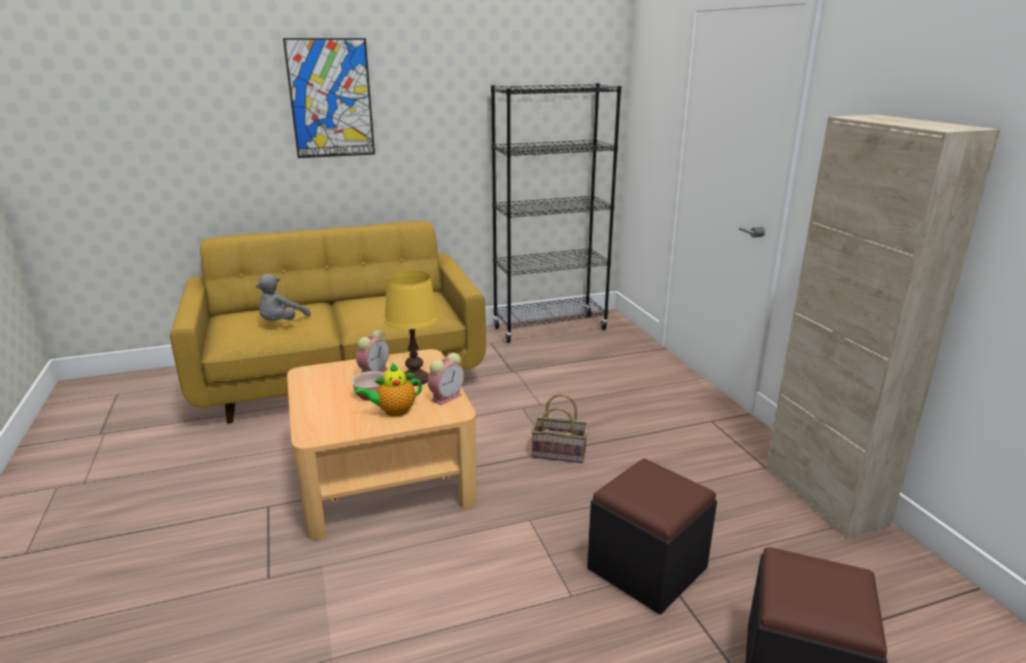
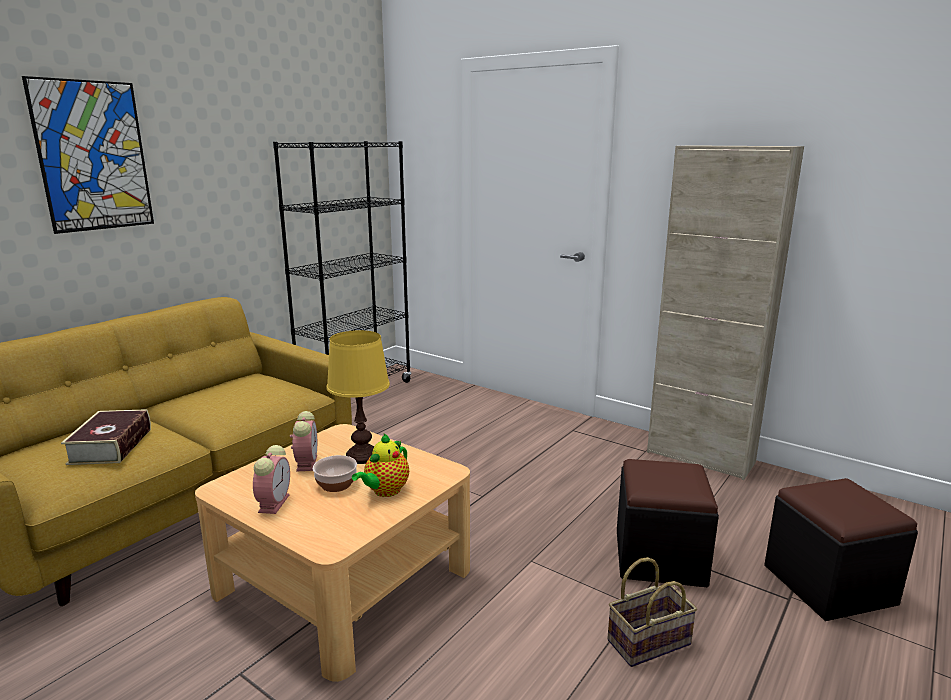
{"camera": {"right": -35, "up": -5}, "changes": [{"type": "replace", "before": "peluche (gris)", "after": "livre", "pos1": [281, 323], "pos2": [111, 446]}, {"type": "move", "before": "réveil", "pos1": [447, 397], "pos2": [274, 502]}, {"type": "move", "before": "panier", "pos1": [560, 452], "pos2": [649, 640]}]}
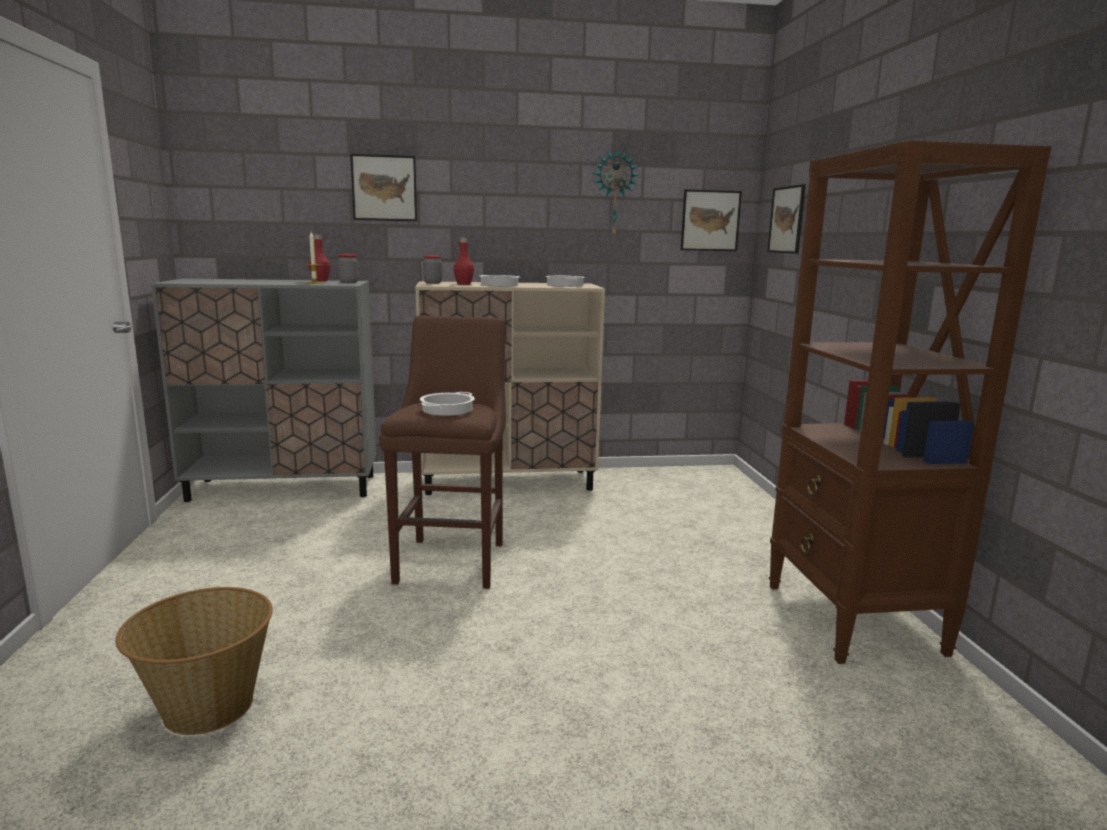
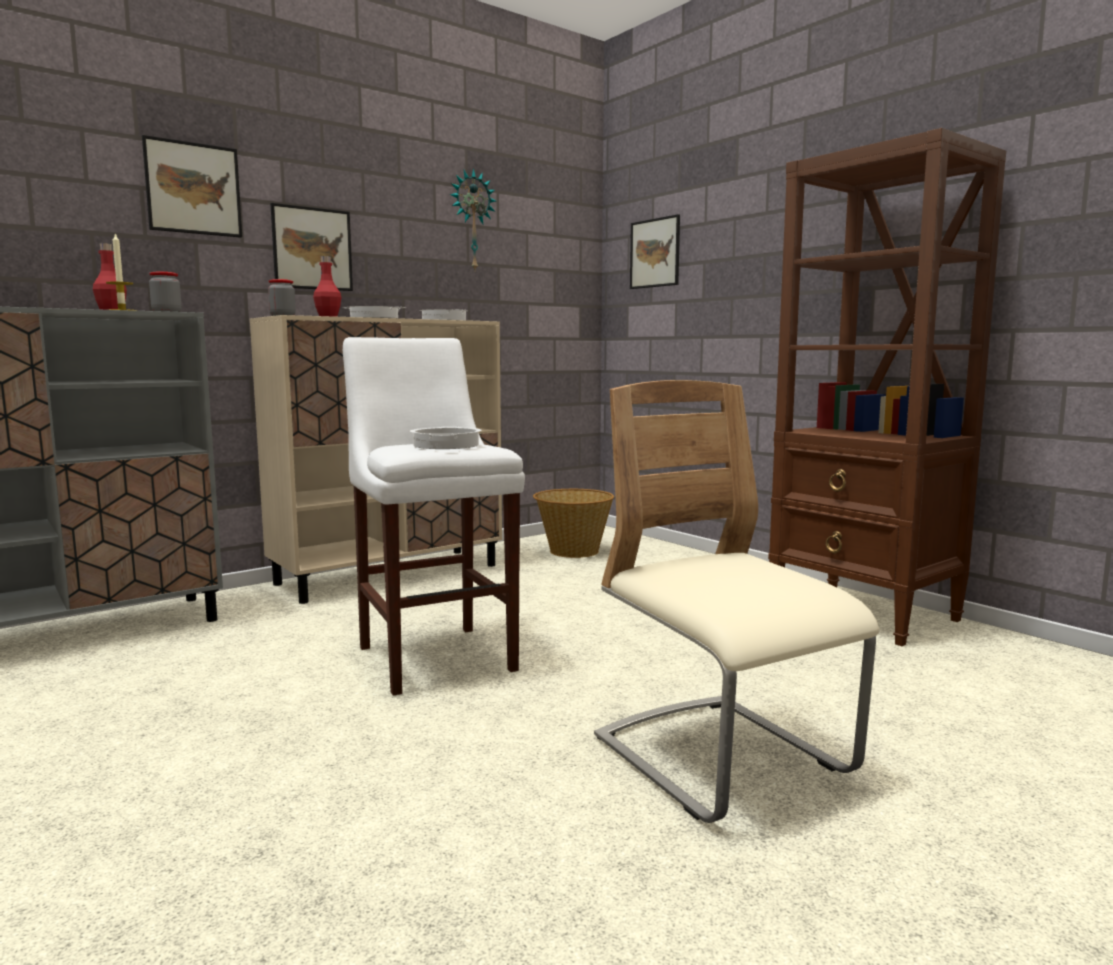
{"camera": {"right": -30, "up": -5}, "changes": [{"type": "move", "before": "panier", "pos1": [207, 706], "pos2": [573, 551]}, {"type": "recolor", "before": "tabouret (marron)", "after": "tabouret (blanc)", "pos1": [453, 559], "pos2": [434, 655]}, {"type": "move", "before": "tableau", "pos1": [710, 220], "pos2": [312, 248]}, {"type": "insert", "after": "chaise (beige)", "pos2": [721, 759]}]}
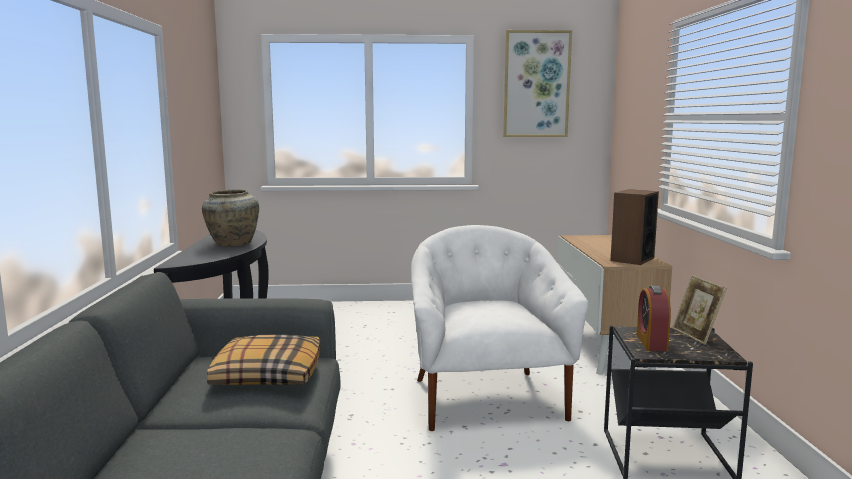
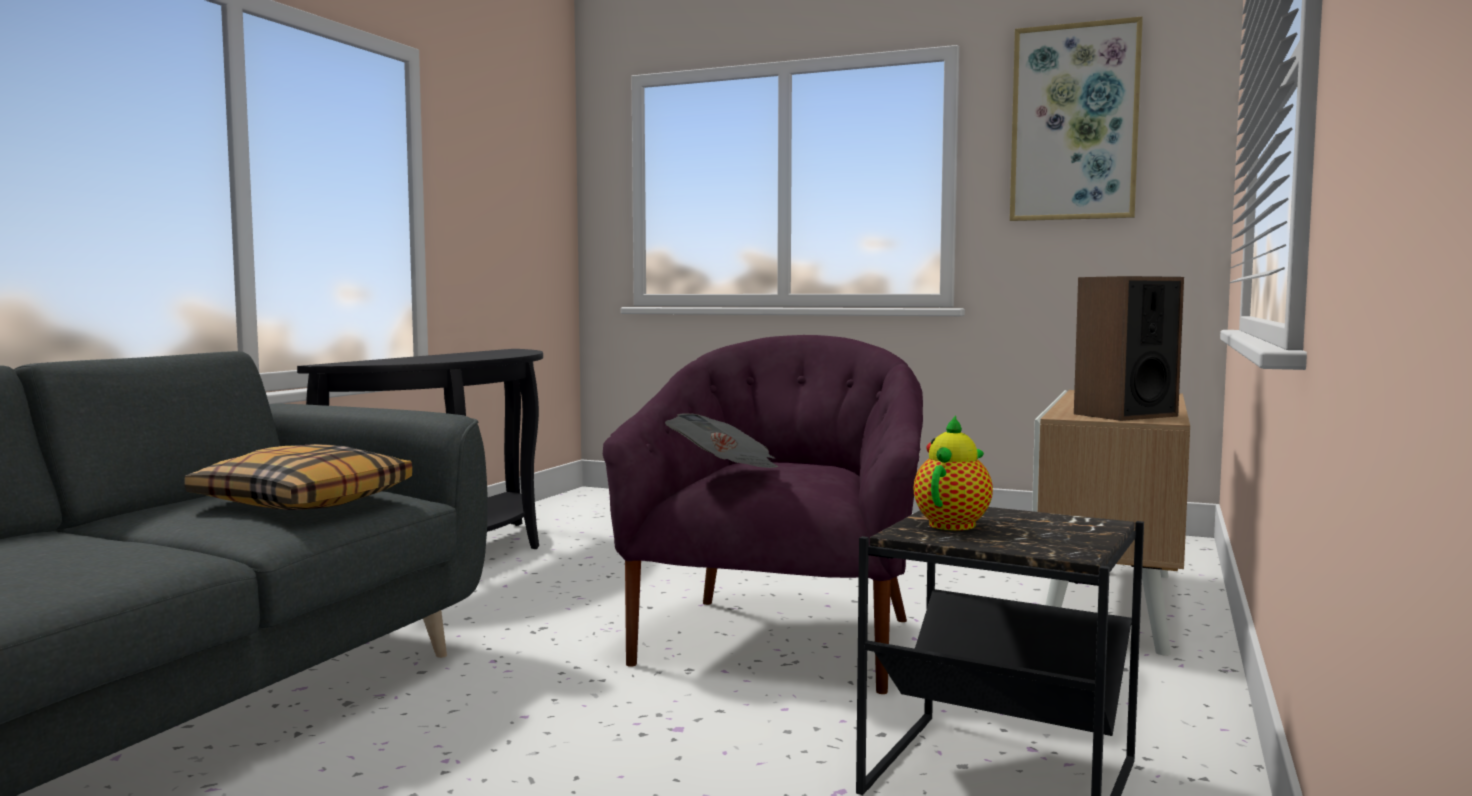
{"camera": {"right": 25, "up": -5}, "changes": [{"type": "delete", "before": "vase (beige)", "pos1": [232, 243]}, {"type": "recolor", "before": "fauteuil (blanc)", "after": "fauteuil (violet)", "pos1": [486, 398], "pos2": [780, 640]}, {"type": "replace", "before": "réveil", "after": "théière", "pos1": [651, 342], "pos2": [954, 524]}, {"type": "delete", "before": "cadre photo", "pos1": [696, 336]}, {"type": "insert", "after": "journal", "pos2": [726, 474]}]}
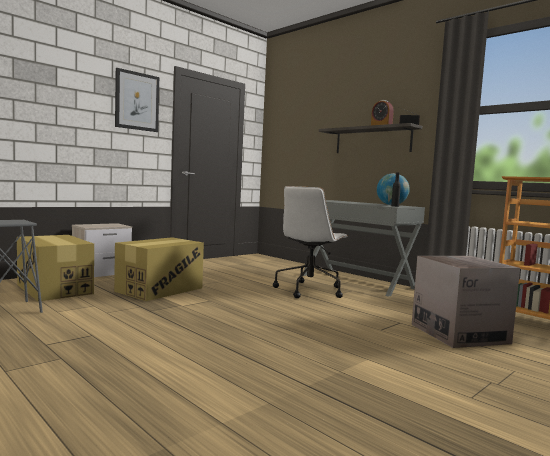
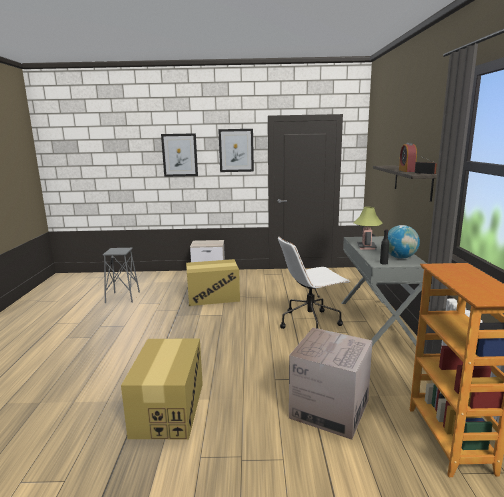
{"camera": {"right": 45, "up": 10}, "changes": [{"type": "move", "before": "carton", "pos1": [54, 289], "pos2": [168, 409]}, {"type": "insert", "after": "tableau", "pos2": [180, 155]}, {"type": "insert", "after": "lampe de table", "pos2": [366, 247]}]}
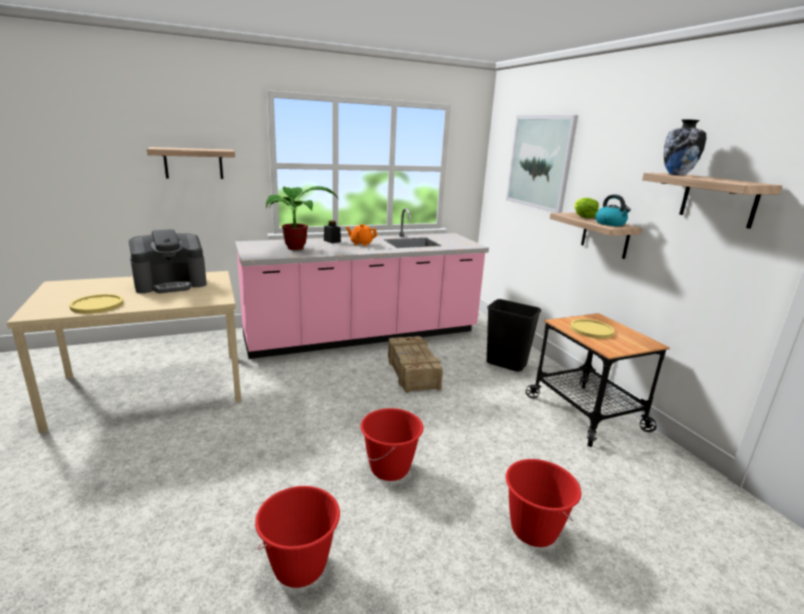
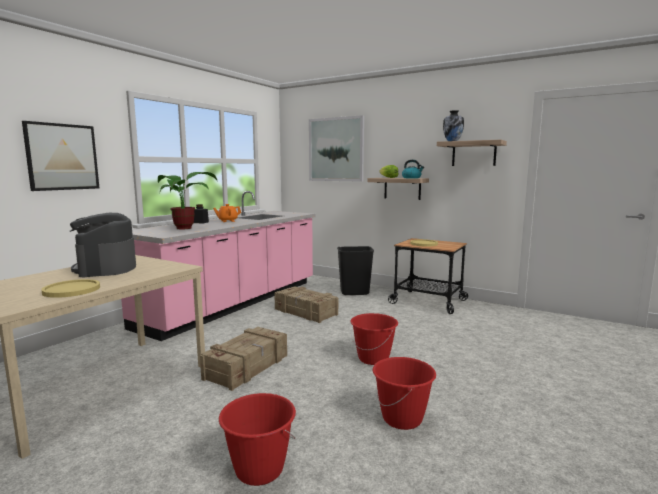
{"camera": {"right": -35, "up": -10}, "changes": [{"type": "rotate", "before": "machine à café", "pos1": [171, 284], "pos2": [106, 268], "turn": 135}, {"type": "replace", "before": "étagère", "after": "tableau", "pos1": [193, 163], "pos2": [62, 157]}, {"type": "move", "before": "seau (rouge)", "pos1": [533, 530], "pos2": [259, 469]}, {"type": "insert", "after": "caisse", "pos2": [247, 367]}]}
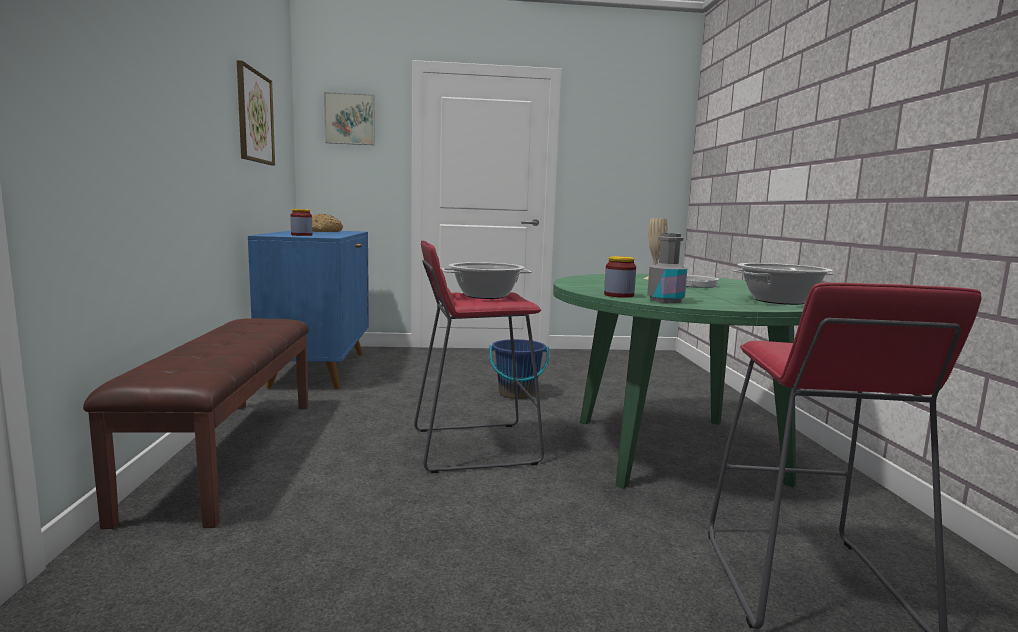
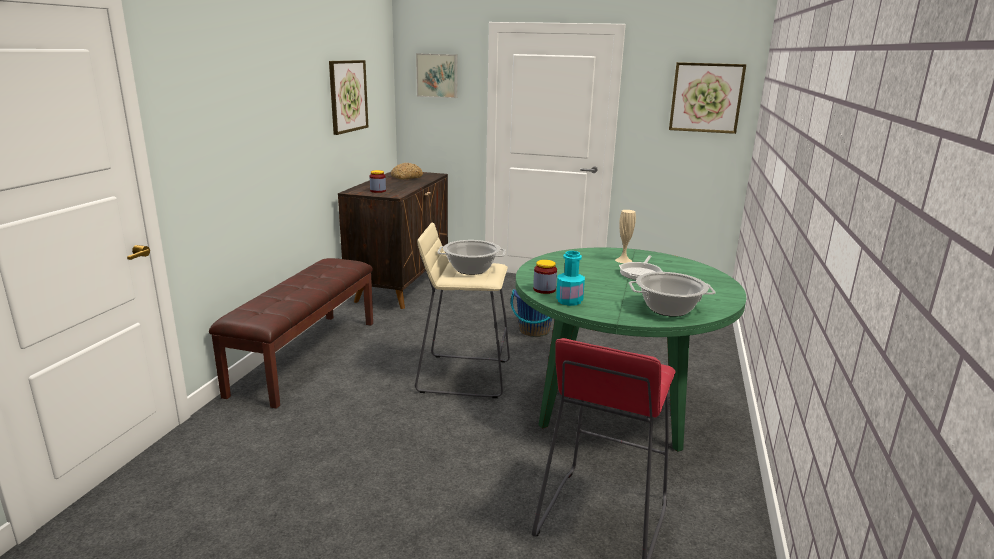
{"camera": {"right": 20, "up": 10}, "changes": [{"type": "recolor", "before": "meuble de rangement (bleu)", "after": "meuble de rangement (marron)", "pos1": [319, 368], "pos2": [400, 286]}, {"type": "recolor", "before": "tabouret (rouge)", "after": "tabouret (beige)", "pos1": [473, 446], "pos2": [463, 375]}, {"type": "recolor", "before": "bouteille (gris)", "after": "bouteille (turquoise)", "pos1": [665, 300], "pos2": [569, 301]}, {"type": "insert", "after": "tableau", "pos2": [706, 97]}]}
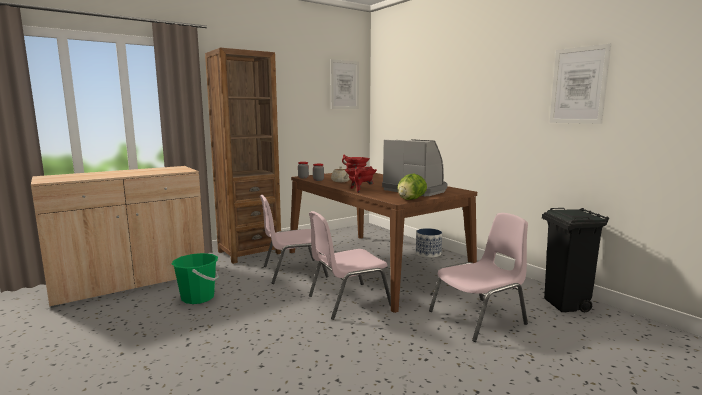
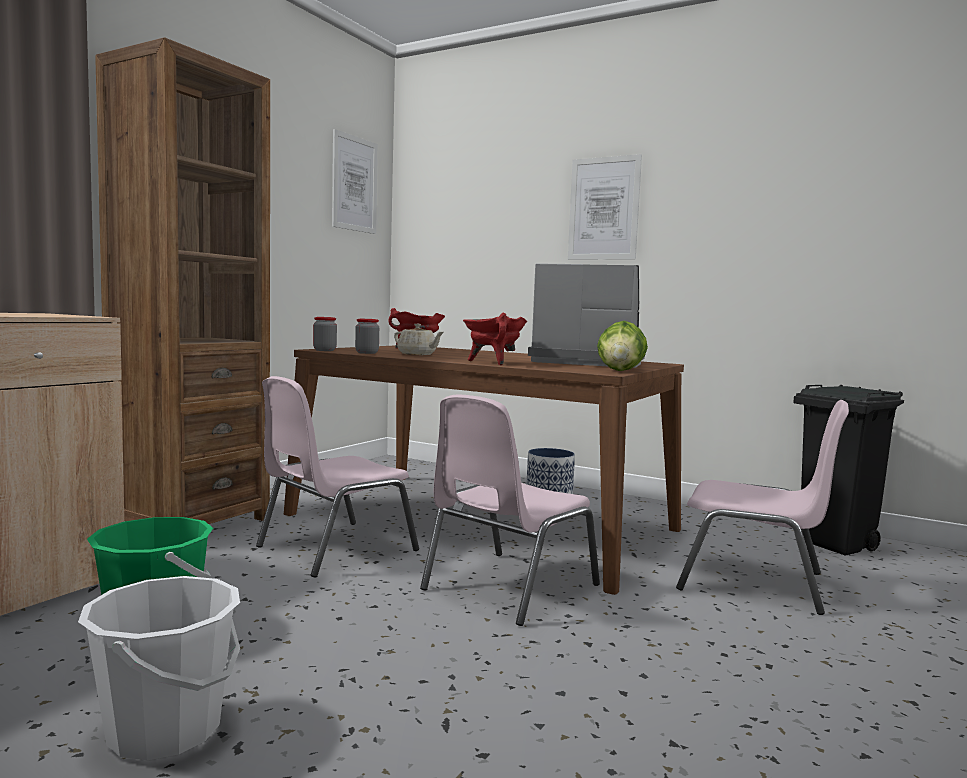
{"camera": {"right": -25, "up": -5}, "changes": [{"type": "rotate", "before": "chaise (rose)", "pos1": [479, 318], "pos2": [754, 582], "turn": 75}, {"type": "move", "before": "tableau", "pos1": [578, 85], "pos2": [604, 208]}, {"type": "insert", "after": "seau (blanc)", "pos2": [165, 730]}]}
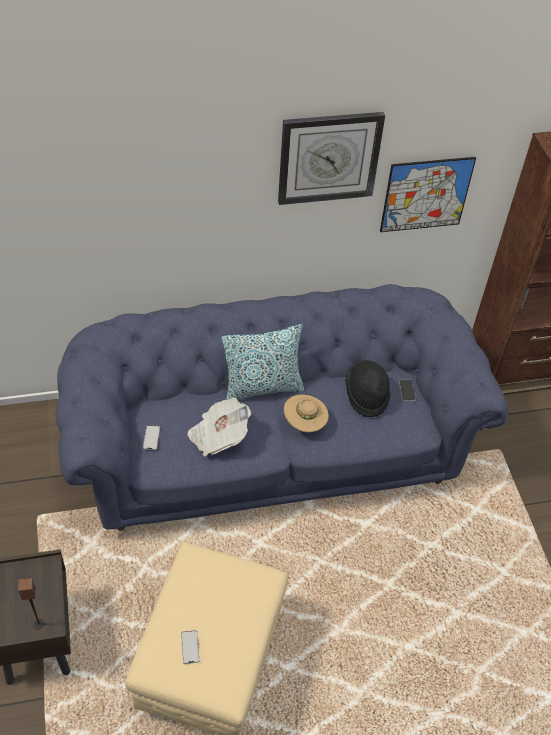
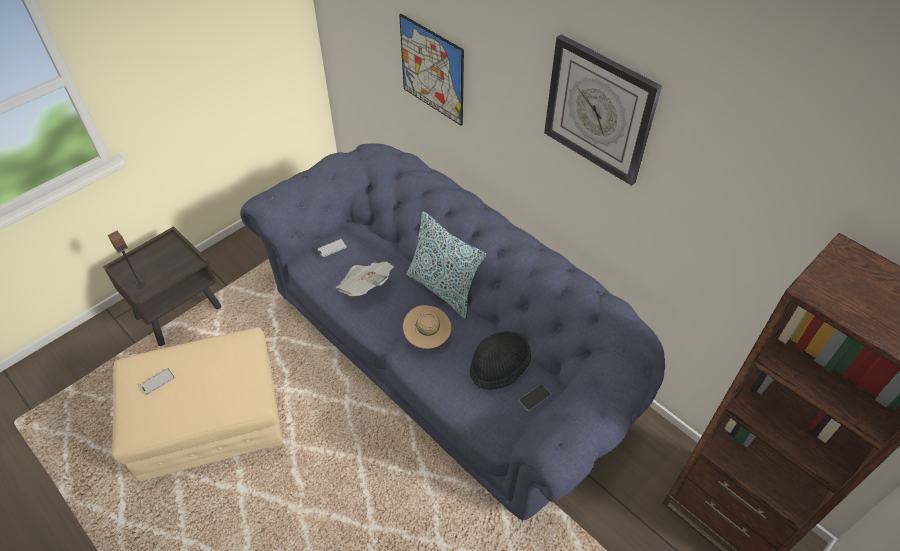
{"camera": {"right": 60, "up": 0}, "changes": [{"type": "move", "before": "tableau", "pos1": [426, 194], "pos2": [432, 70]}]}
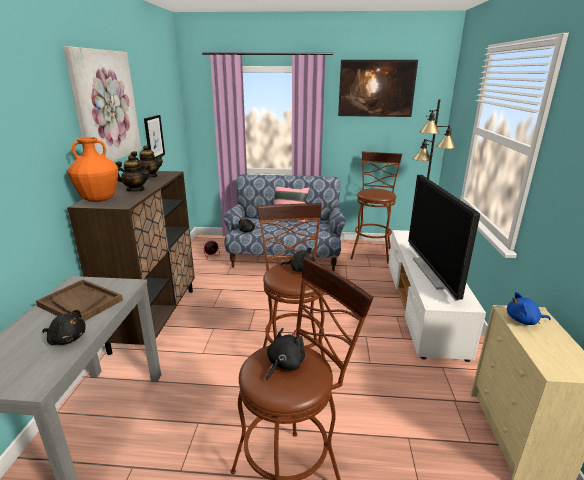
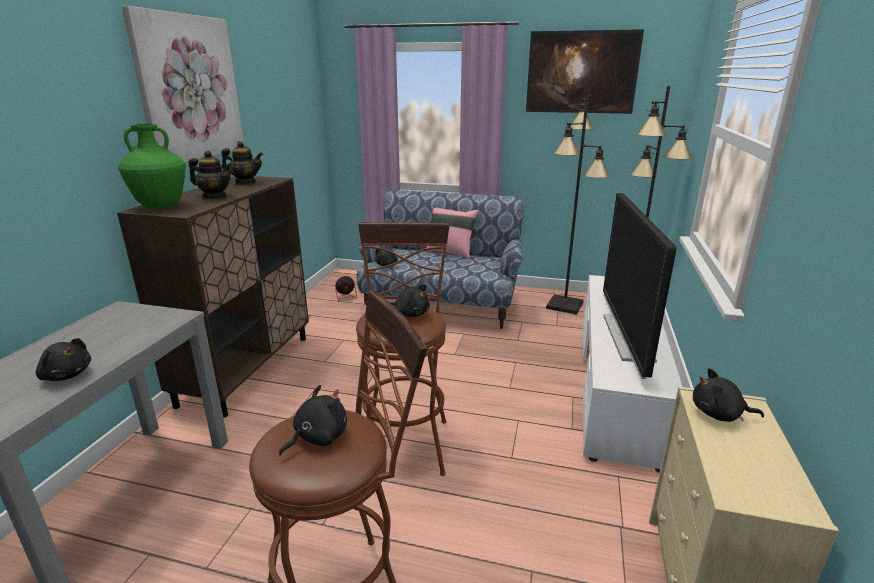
{"camera": {"right": 10, "up": 0}, "changes": [{"type": "delete", "before": "plateau (marron)", "pos1": [80, 303]}, {"type": "recolor", "before": "vase (orange)", "after": "vase (vert)", "pos1": [99, 200], "pos2": [161, 206]}, {"type": "delete", "before": "tableau", "pos1": [154, 137]}, {"type": "replace", "before": "tabouret (marron)", "after": "lampadaire (noir)", "pos1": [371, 251], "pos2": [565, 305]}, {"type": "recolor", "before": "peluche (bleu)", "after": "peluche (noir)", "pos1": [523, 321], "pos2": [719, 414]}]}
